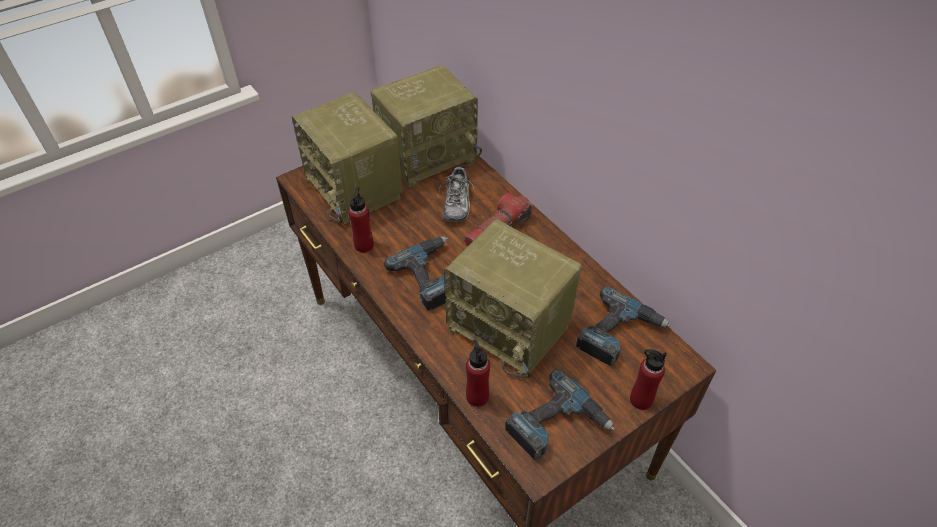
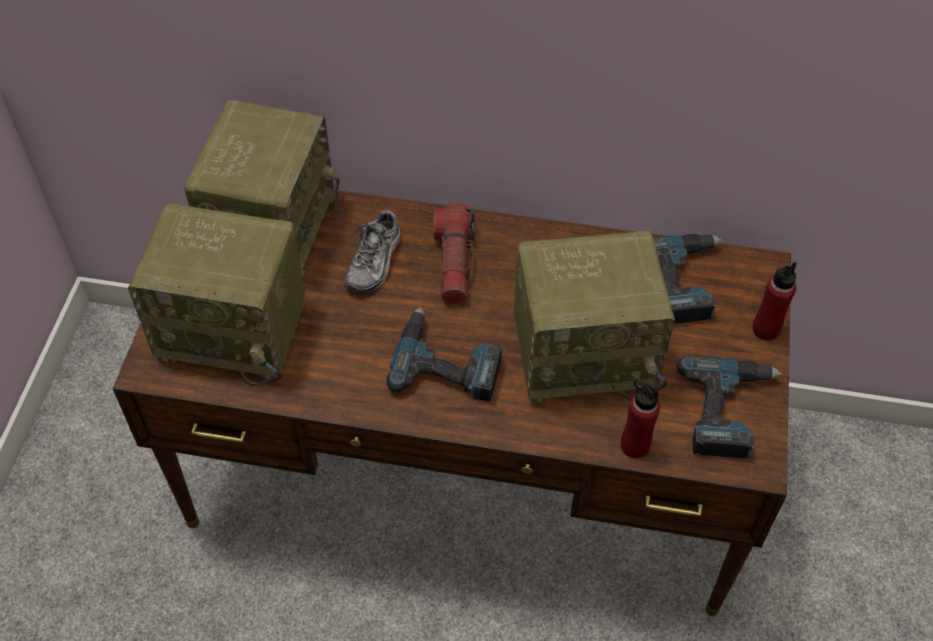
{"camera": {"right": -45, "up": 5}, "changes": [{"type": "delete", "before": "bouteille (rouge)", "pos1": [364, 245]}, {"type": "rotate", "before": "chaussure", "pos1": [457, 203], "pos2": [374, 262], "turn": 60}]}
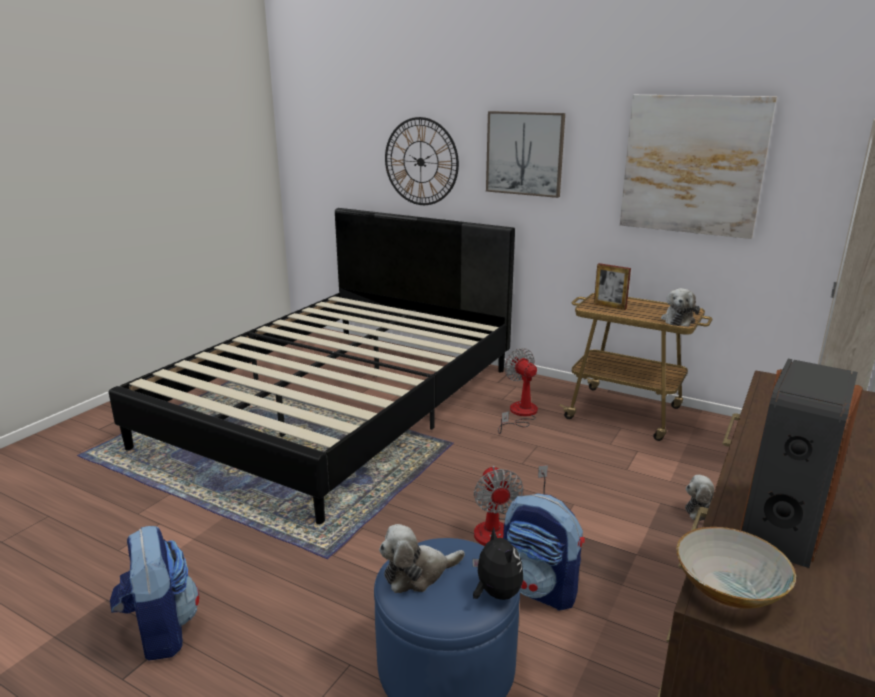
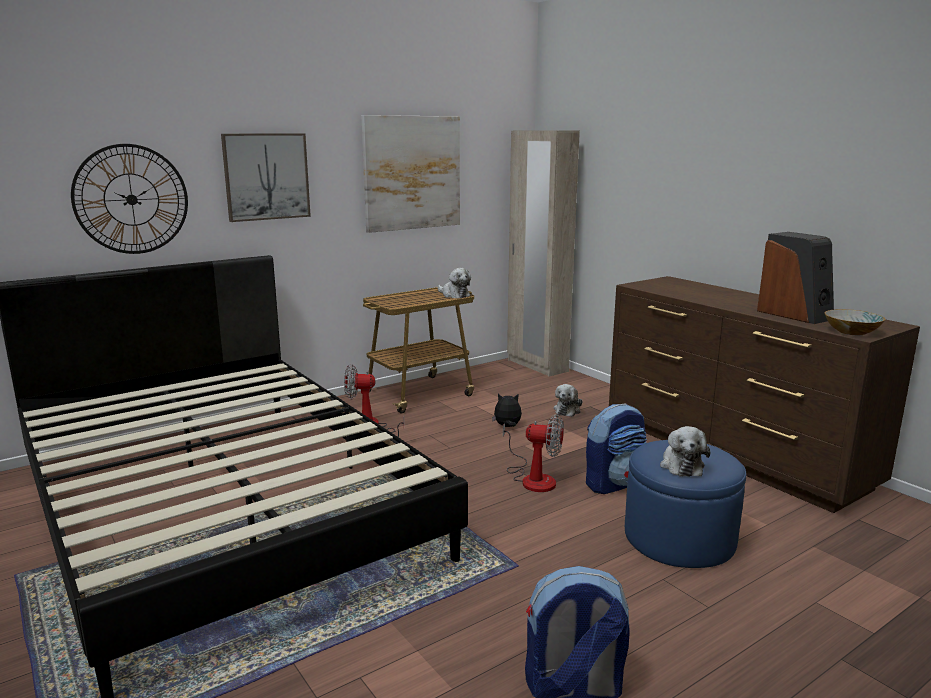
{"camera": {"right": -65, "up": -5}, "changes": [{"type": "move", "before": "peluche", "pos1": [496, 593], "pos2": [507, 427]}, {"type": "delete", "before": "cadre photo", "pos1": [609, 306]}]}
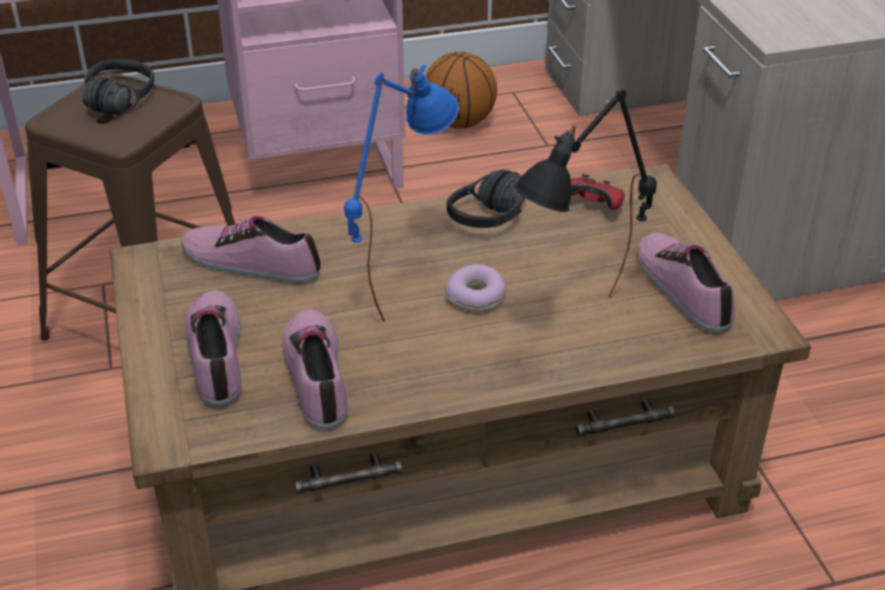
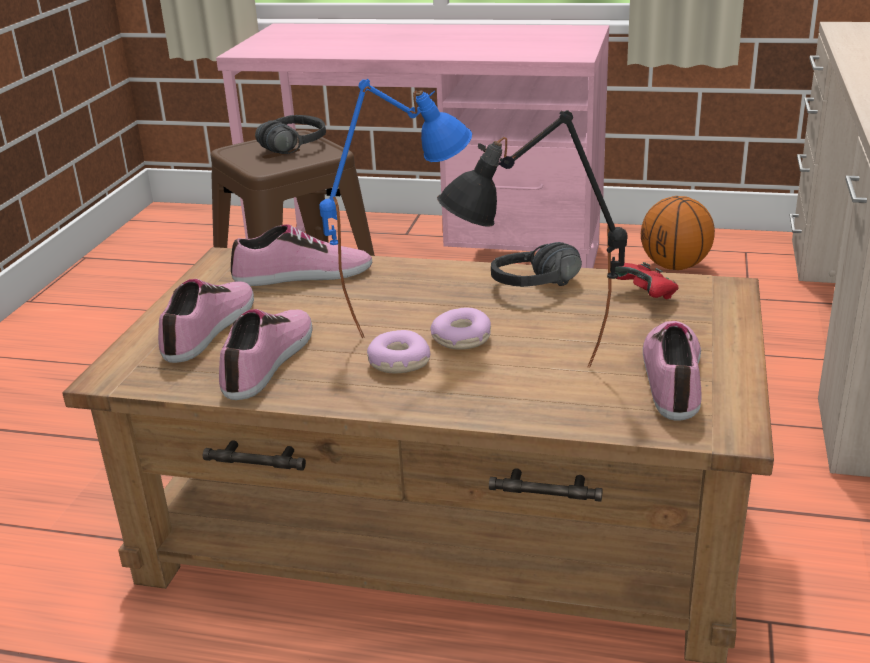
{"camera": {"right": 30, "up": -10}, "changes": [{"type": "rotate", "before": "chaussure", "pos1": [251, 262], "pos2": [303, 275], "turn": 120}, {"type": "insert", "after": "beignet", "pos2": [398, 362]}]}
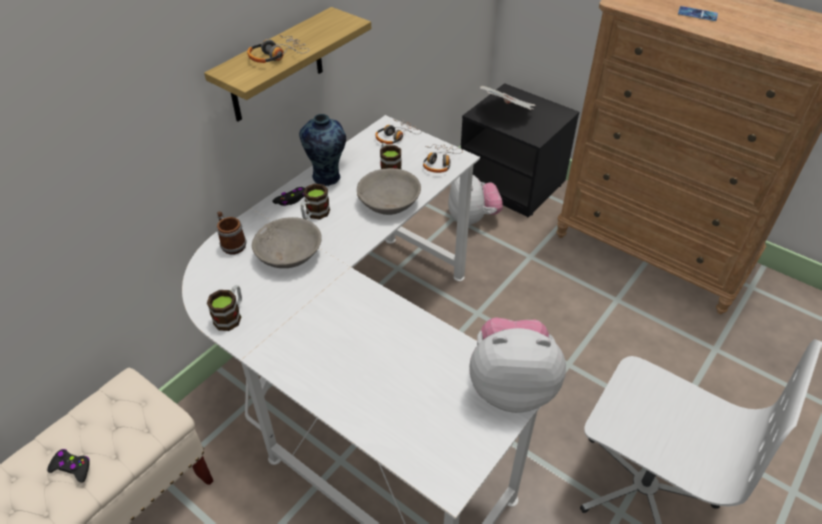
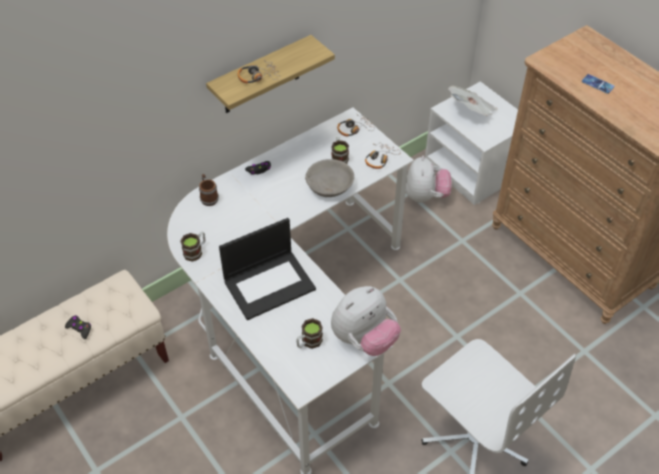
{"camera": {"right": 15, "up": 5}, "changes": [{"type": "delete", "before": "bol (gris)", "pos1": [289, 254]}, {"type": "delete", "before": "vase", "pos1": [327, 178]}, {"type": "move", "before": "mug", "pos1": [314, 214], "pos2": [308, 342]}, {"type": "recolor", "before": "table de chevet (noir)", "after": "table de chevet (blanc)", "pos1": [513, 183], "pos2": [473, 170]}, {"type": "rotate", "before": "peluche", "pos1": [511, 386], "pos2": [364, 339], "turn": 120}, {"type": "insert", "after": "ordinateur portable", "pos2": [270, 284]}]}
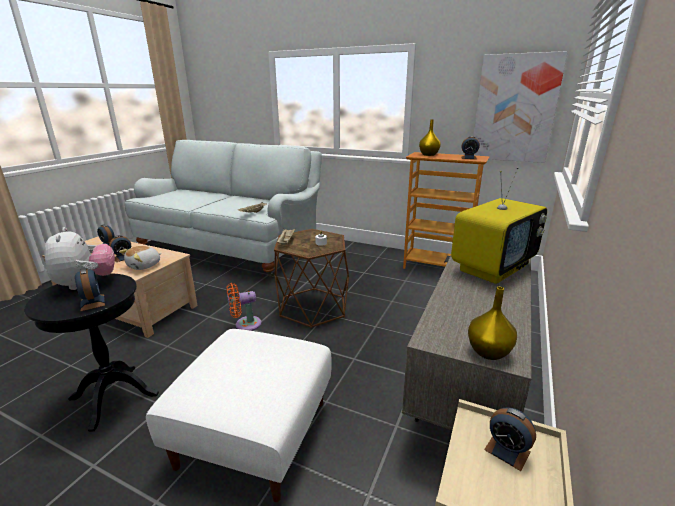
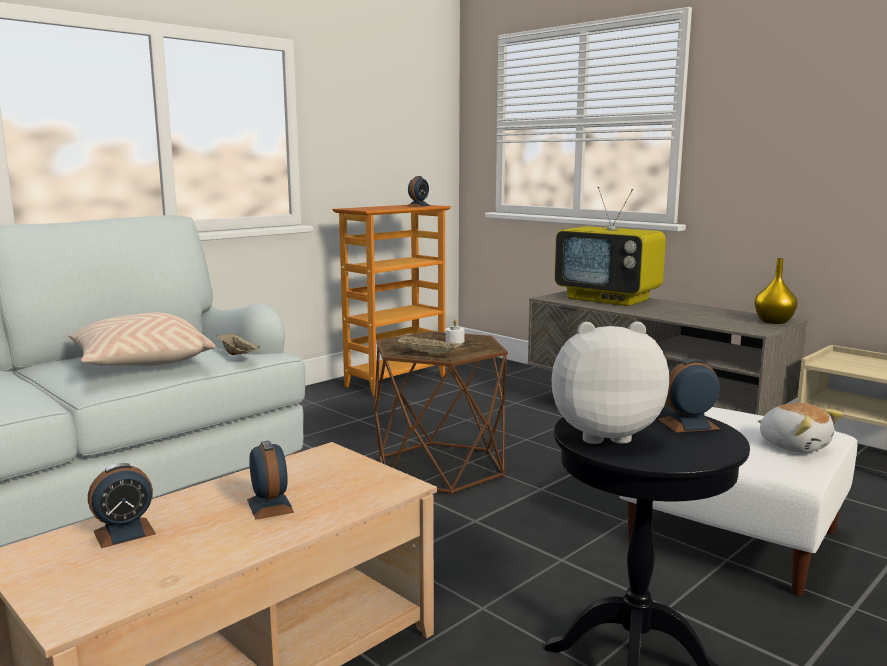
{"camera": {"right": -70, "up": -10}, "changes": [{"type": "move", "before": "peluche", "pos1": [144, 266], "pos2": [794, 445]}, {"type": "delete", "before": "ventilateur (orange)", "pos1": [245, 324]}, {"type": "delete", "before": "vase (jaune)", "pos1": [428, 155]}, {"type": "rotate", "before": "téléviseur", "pos1": [492, 268], "pos2": [608, 299], "turn": 150}, {"type": "delete", "before": "tableau", "pos1": [514, 109]}, {"type": "delete", "before": "réveil", "pos1": [507, 450]}, {"type": "insert", "after": "coussin (beige)", "pos2": [141, 363]}]}
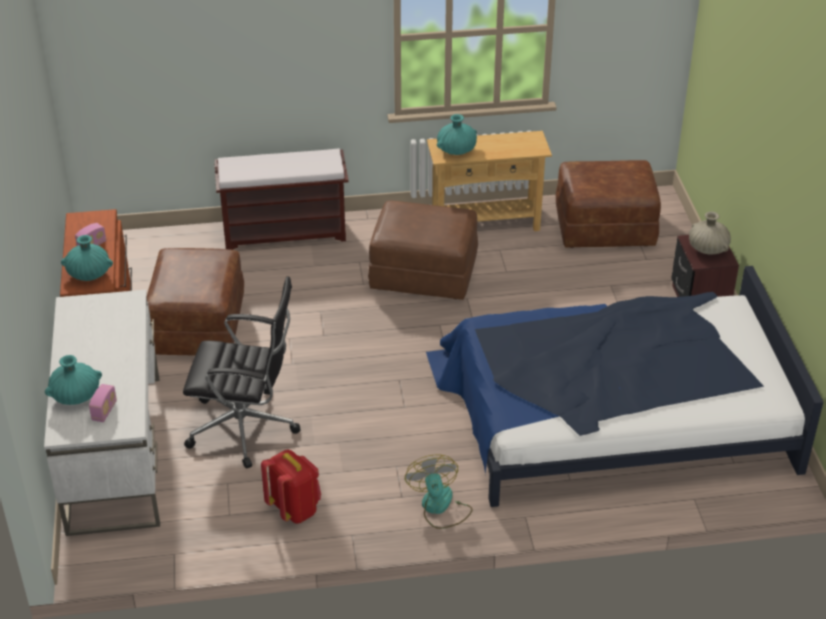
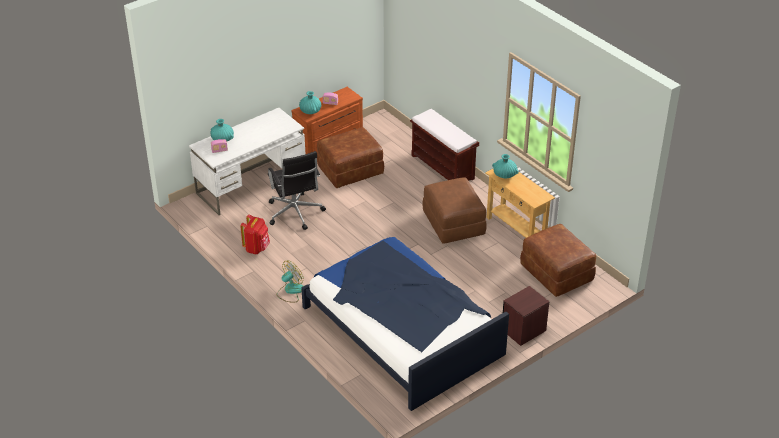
{"camera": {"right": 60, "up": 0}, "changes": [{"type": "delete", "before": "vase (beige)", "pos1": [707, 249]}]}
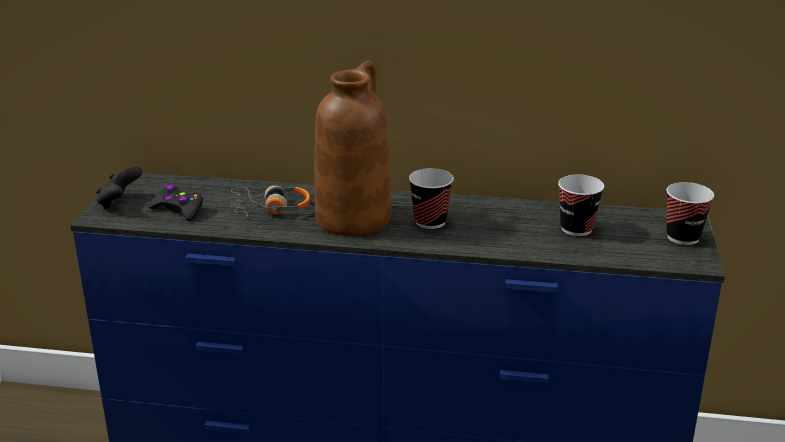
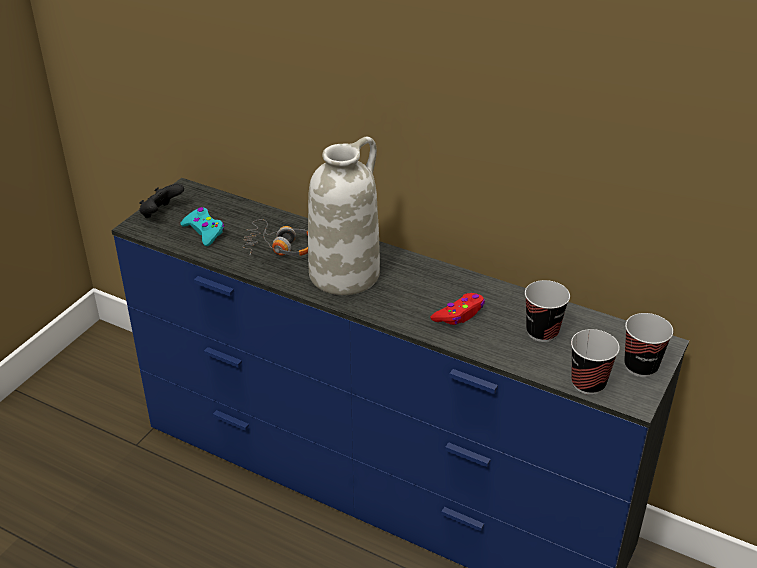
{"camera": {"right": 20, "up": 10}, "changes": [{"type": "recolor", "before": "manette (noir)", "after": "manette (turquoise)", "pos1": [179, 209], "pos2": [204, 231]}, {"type": "recolor", "before": "vase (marron)", "after": "vase (blanc)", "pos1": [353, 218], "pos2": [344, 273]}, {"type": "move", "before": "tasse", "pos1": [430, 222], "pos2": [588, 383]}, {"type": "insert", "after": "manette (rouge)", "pos2": [459, 314]}]}
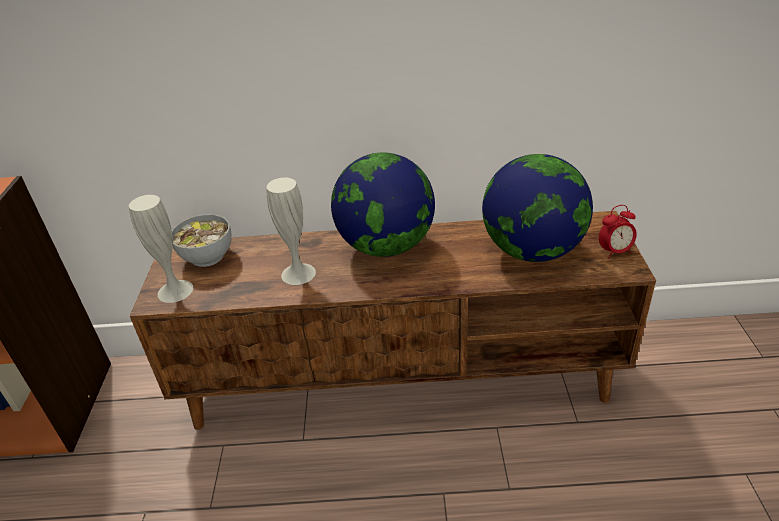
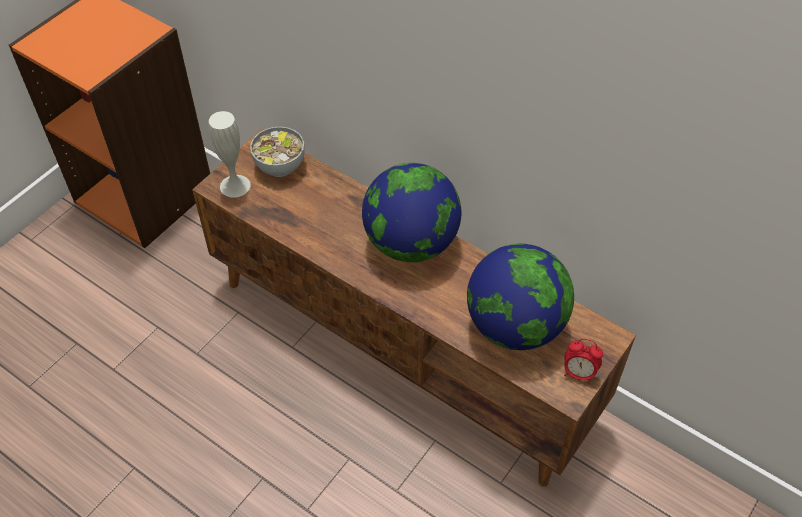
{"camera": {"right": 35, "up": 15}, "changes": [{"type": "delete", "before": "vase (blanc)", "pos1": [298, 273]}]}
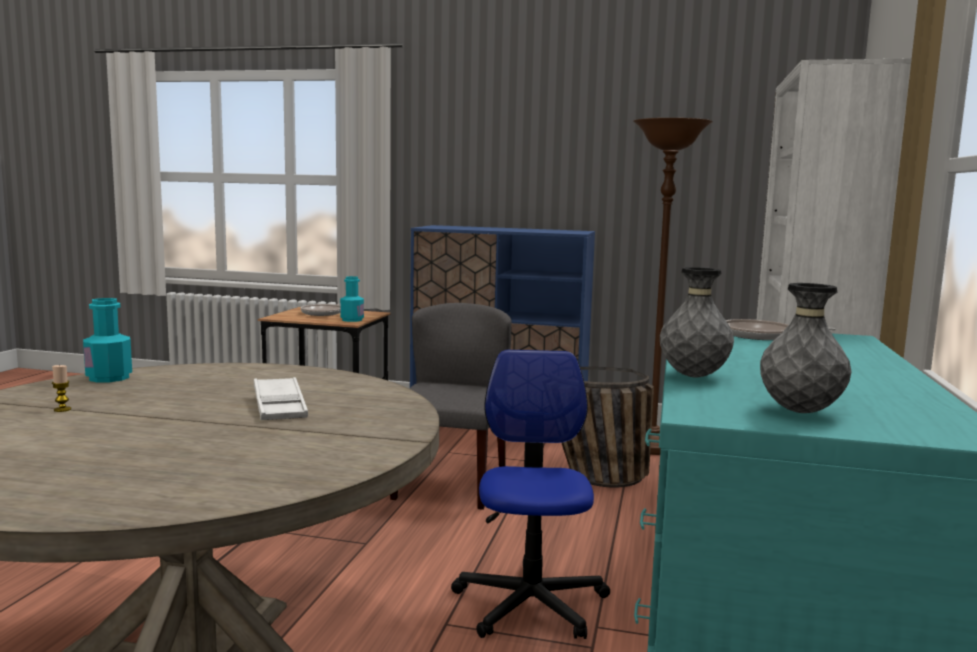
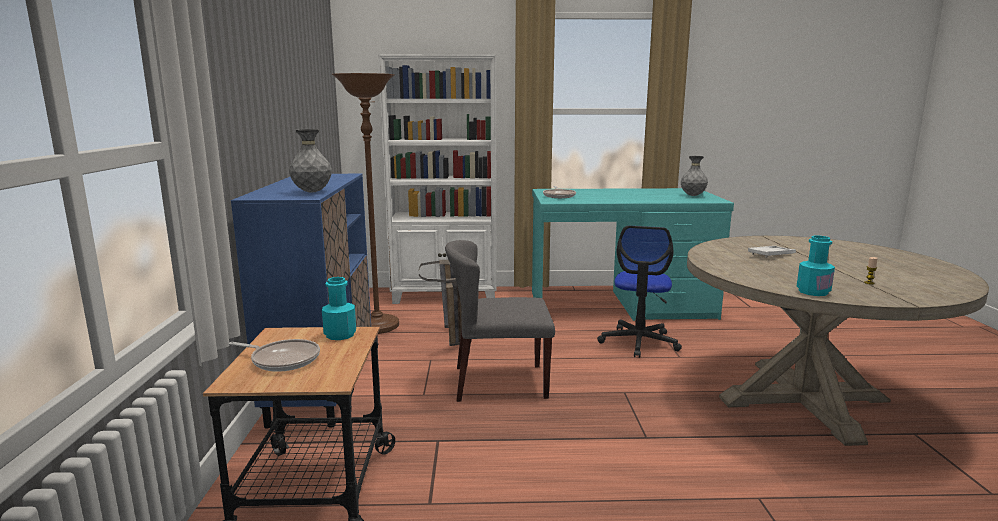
{"camera": {"right": -105, "up": 5}, "changes": [{"type": "rotate", "before": "chaise de bureau", "pos1": [530, 603], "pos2": [639, 342], "turn": -60}, {"type": "move", "before": "vase (gris)", "pos1": [694, 376], "pos2": [312, 192]}]}
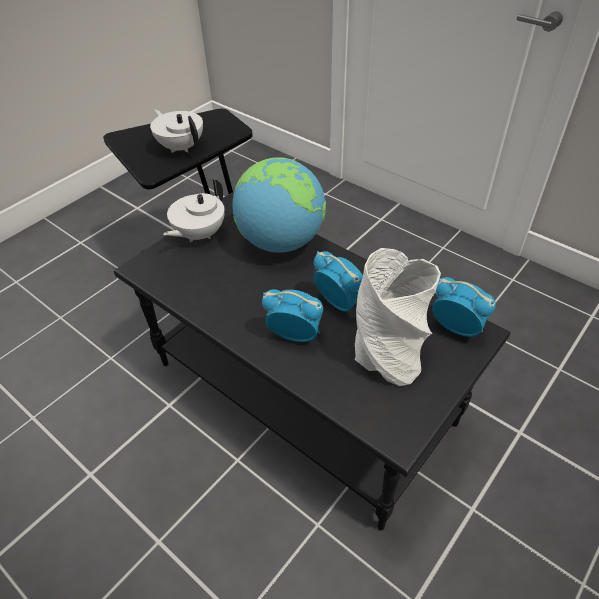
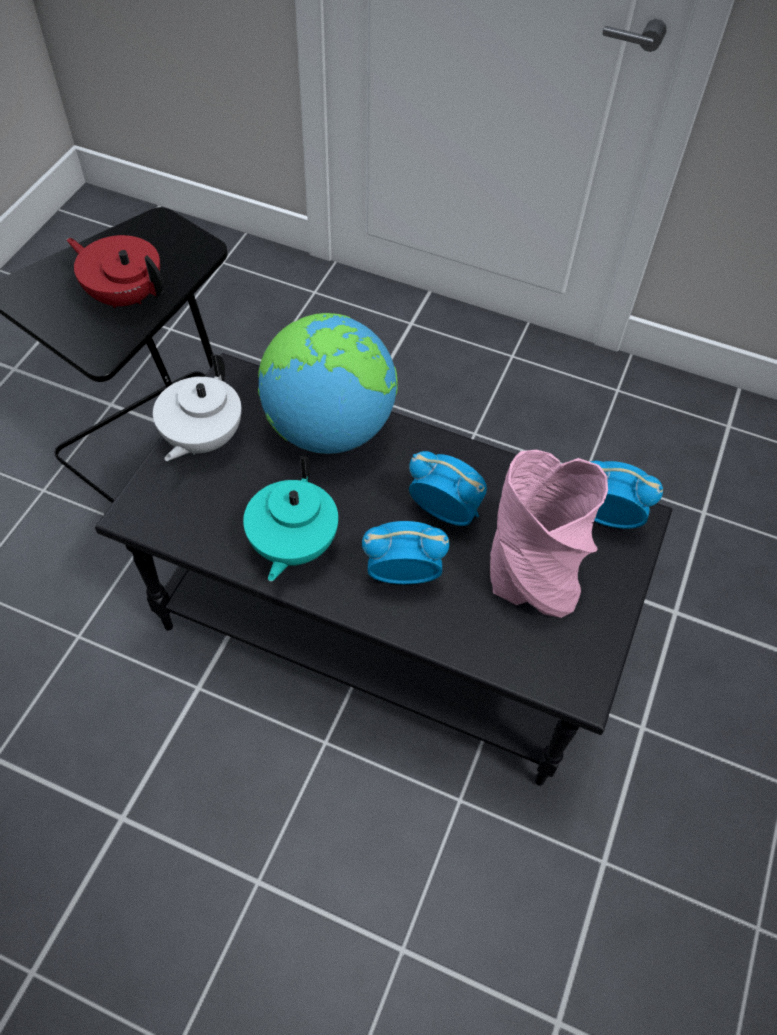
{"camera": {"right": -20, "up": 10}, "changes": [{"type": "recolor", "before": "théière (blanc)", "after": "théière (rouge)", "pos1": [181, 147], "pos2": [125, 295]}, {"type": "recolor", "before": "vase (blanc)", "after": "vase (rose)", "pos1": [388, 354], "pos2": [532, 575]}, {"type": "insert", "after": "théière (turquoise)", "pos2": [292, 545]}]}
